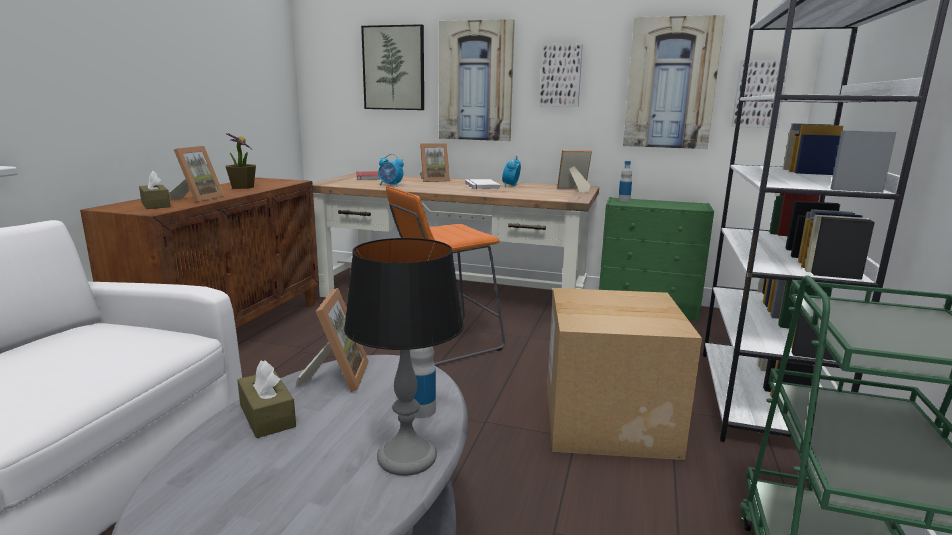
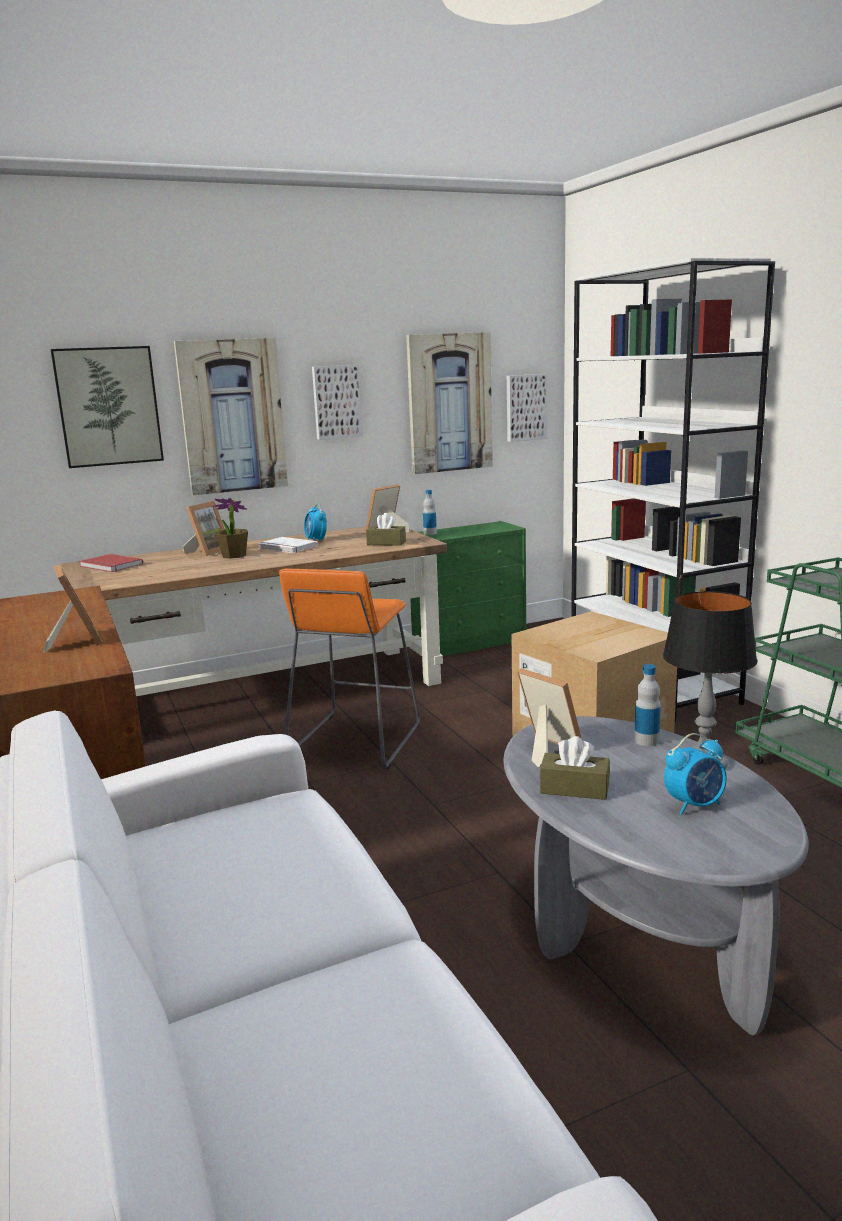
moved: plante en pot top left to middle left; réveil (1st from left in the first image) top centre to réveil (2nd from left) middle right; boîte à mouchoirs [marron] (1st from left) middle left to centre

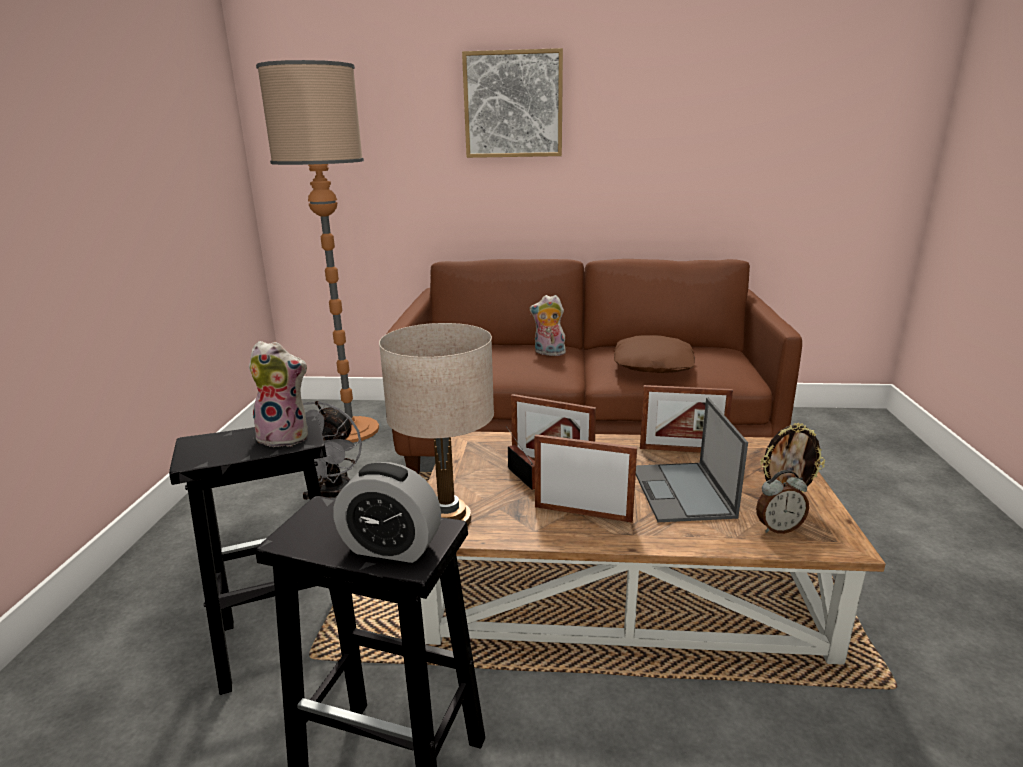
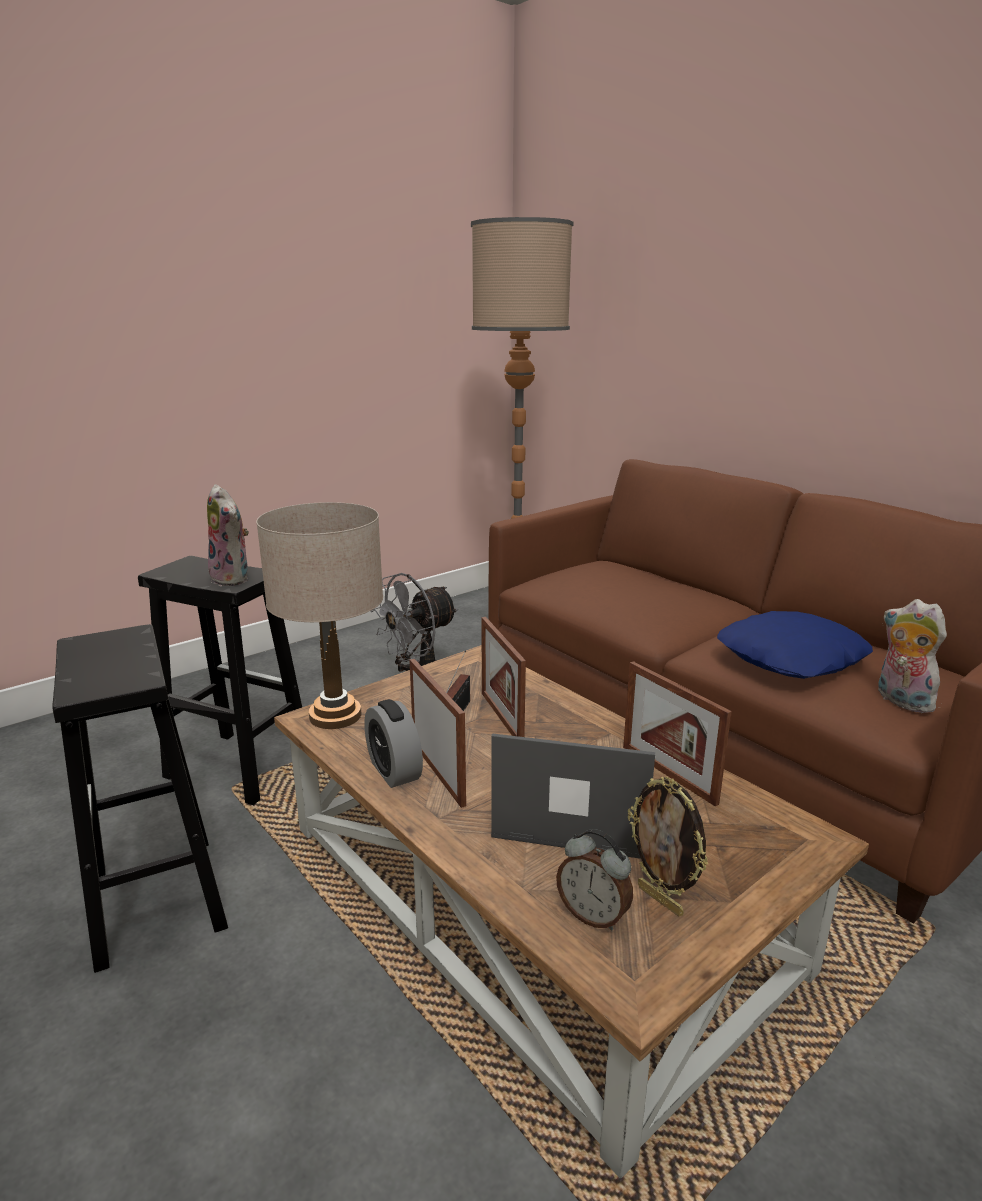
removed: tableau top centre
moved: peluche (2nd from left) centre to middle right; réveil (1st from left) bottom centre to centre
recoloured: coussin [marron] centre to coussin [bleu] middle right
turned: ordinateur portable middle right = centre 60 degrees clockwise

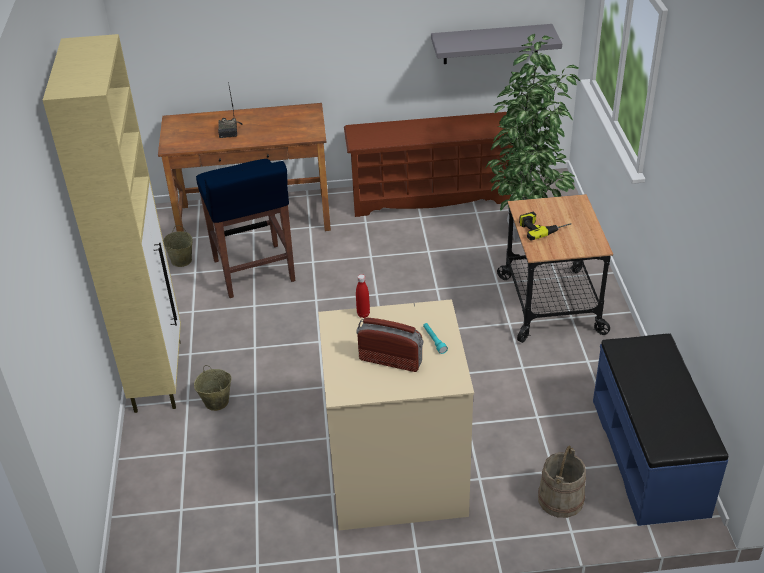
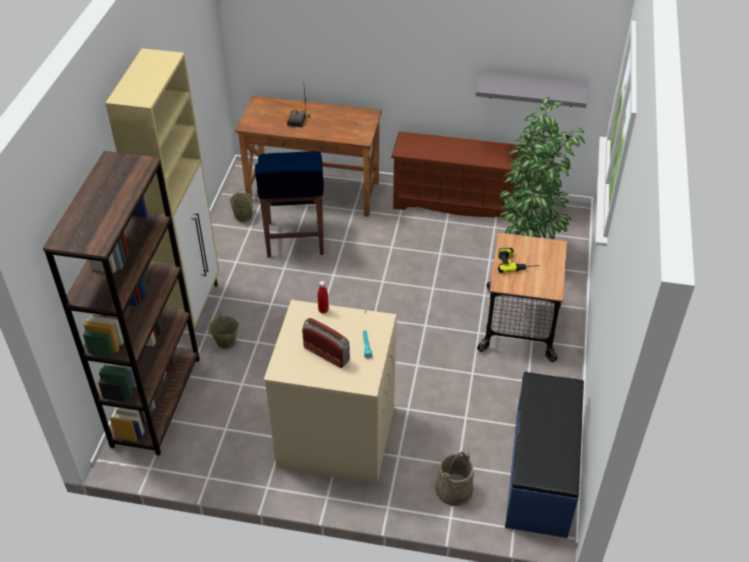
added: bibliothèque [marron] middle left

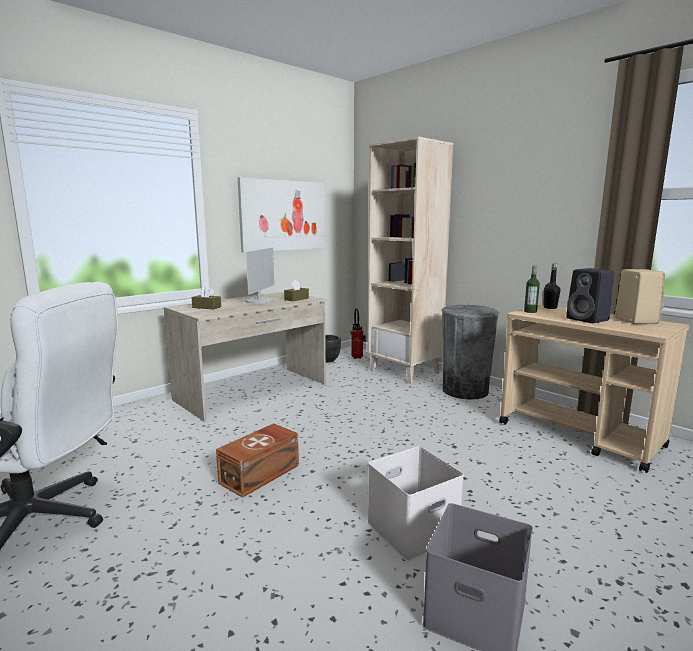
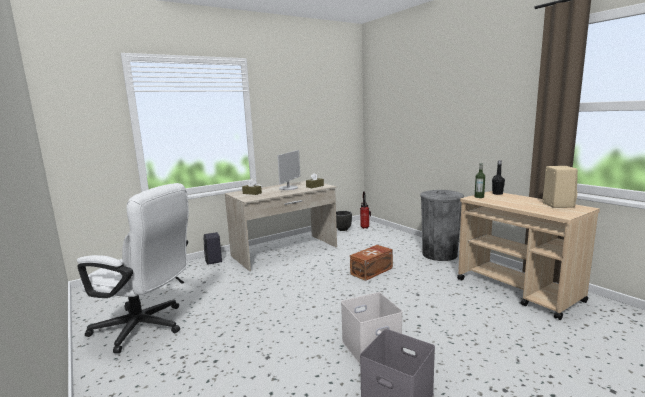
removed: bibliothèque [beige] centre; tableau top centre
moved: enceinte [noir] middle right to middle left; boîte de rangement [marron] bottom centre to centre

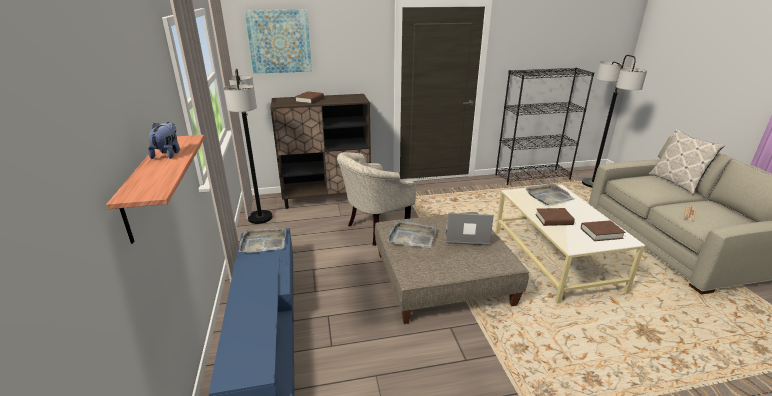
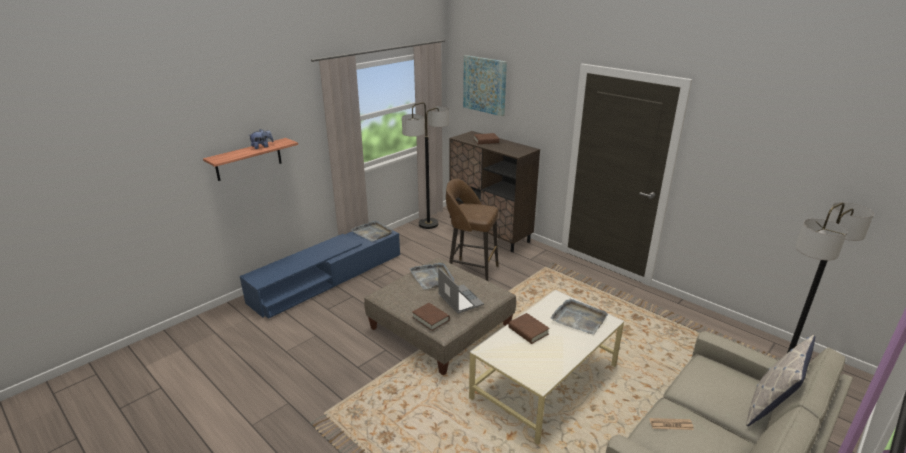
removed: bibliothèque [noir] top right
moved: livre [marron] (3rd from left in the first image) middle right to livre [marron] (1st from left) bottom centre
replaced: fauteuil [beige] centre to tabouret [marron] centre

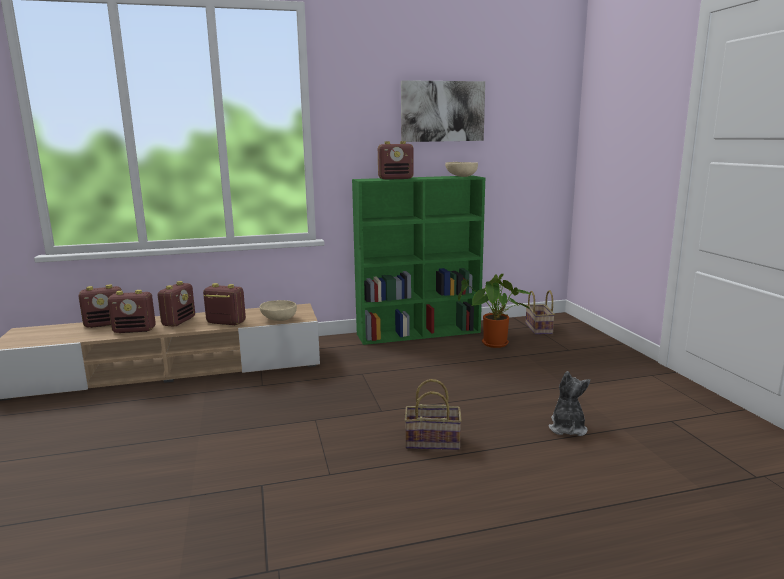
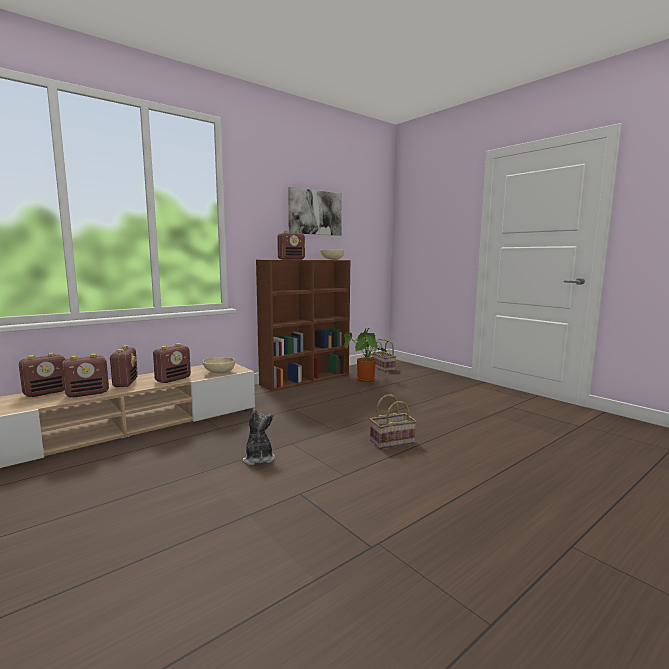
moved: peluche bottom right to centre
recoloured: bibliothèque [vert] centre to bibliothèque [marron] centre
turned: radio (4th from left) middle left = middle left 135 degrees clockwise

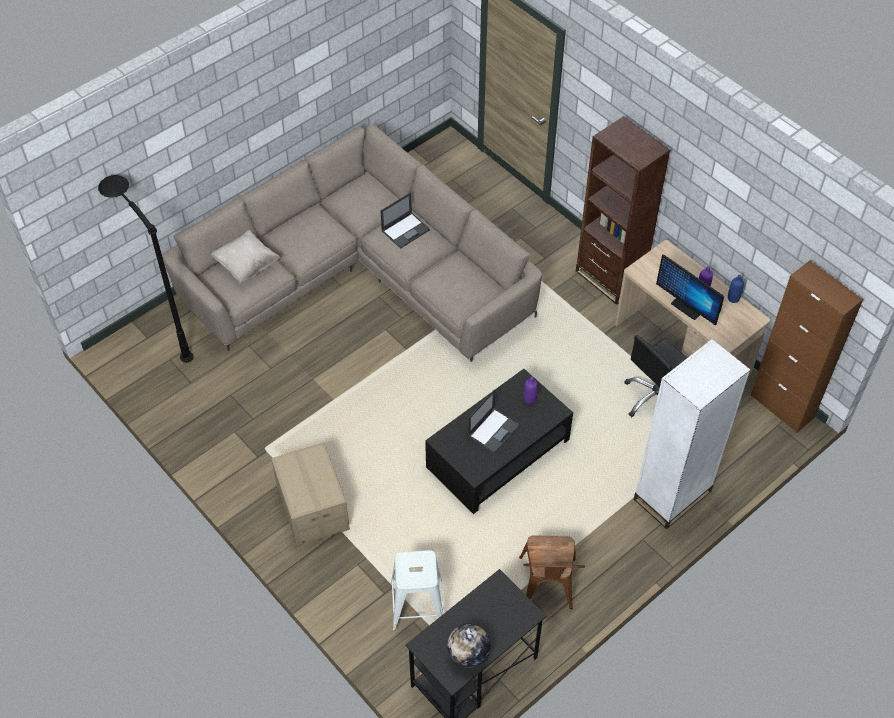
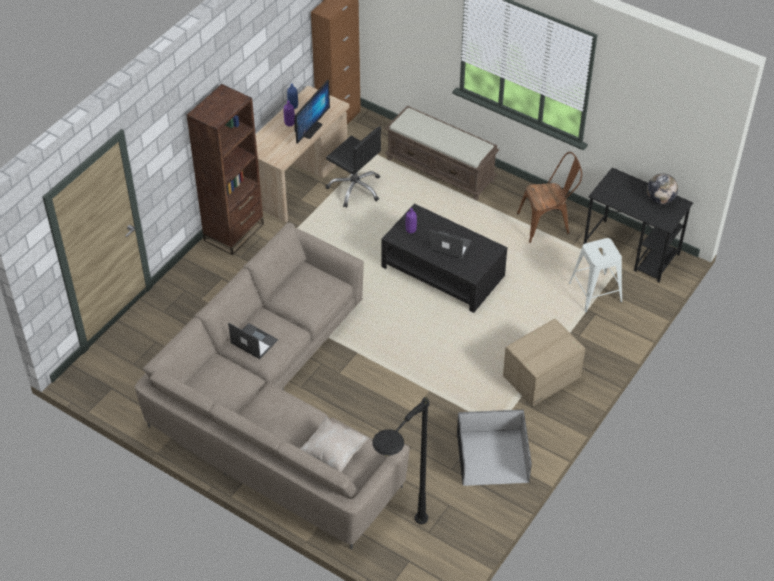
added: boîte de rangement [noir] bottom centre
replaced: bibliothèque [blanc] middle right to banc [marron] top centre

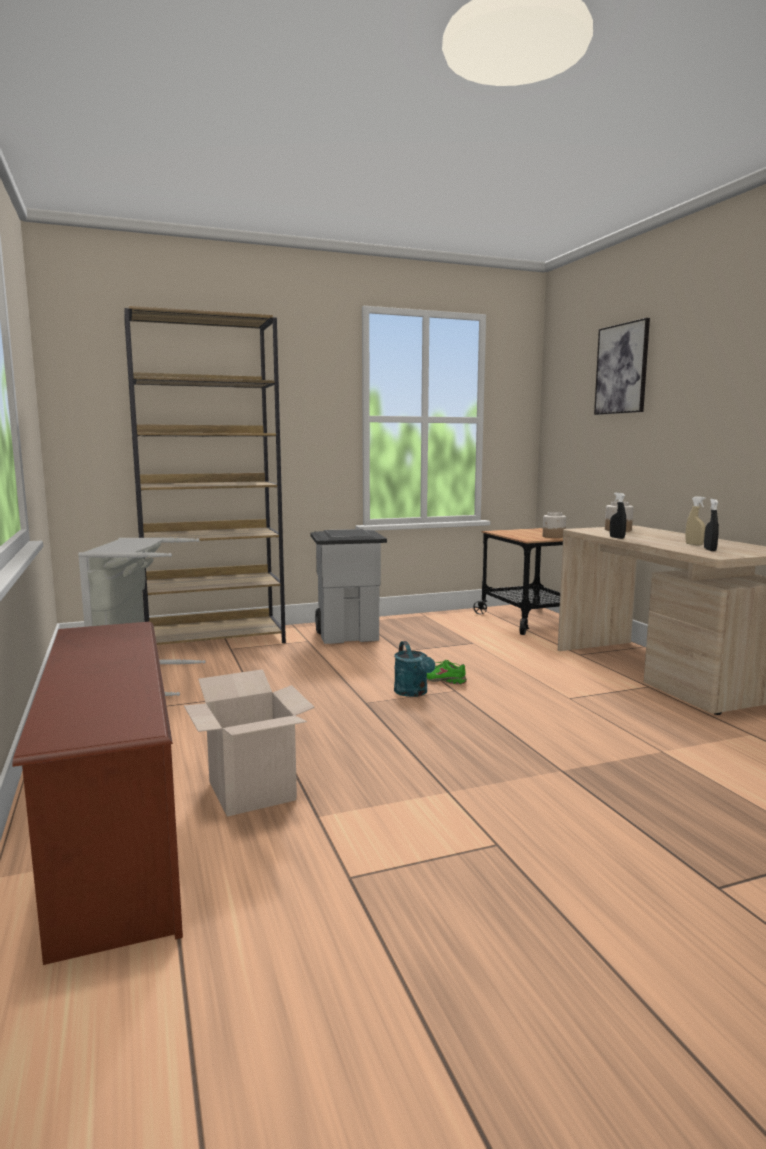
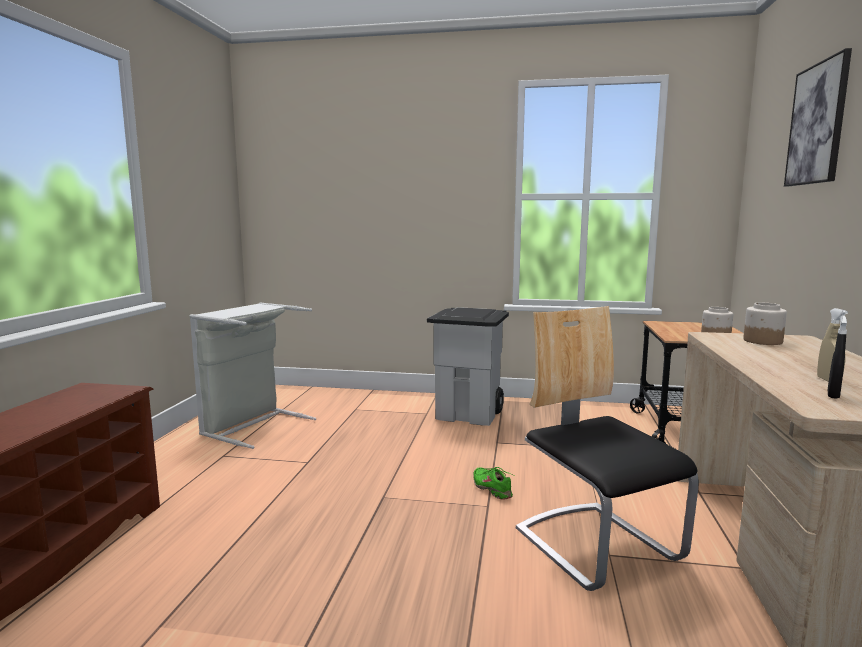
removed: bibliothèque [marron] middle left; vaporisateur [noir] (1st from left) middle right; arrosoir [turquoise] centre; carton middle left
added: chaise bottom right

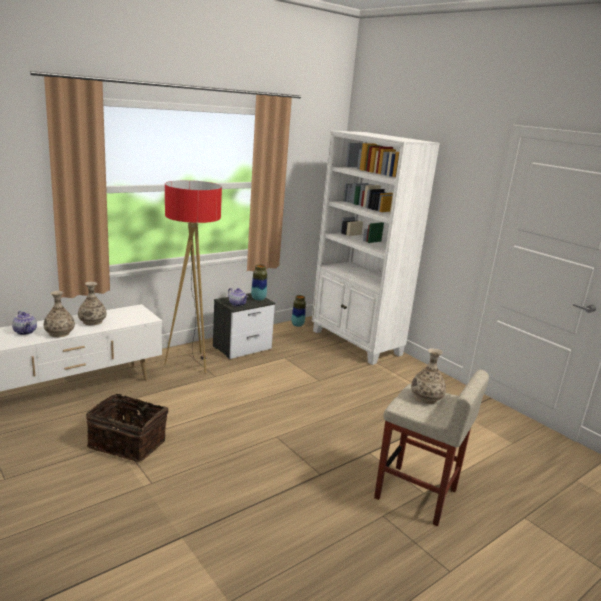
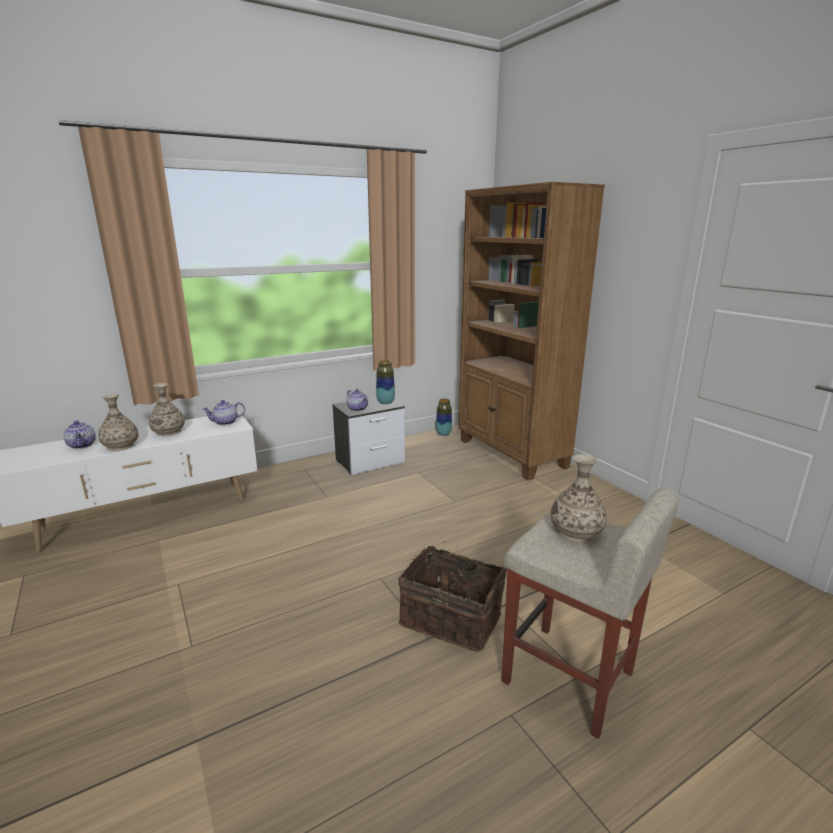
removed: lampadaire middle left
added: théière (2nd from left) middle left
moved: panier bottom left to bottom centre
recoloured: bibliothèque [blanc] centre to bibliothèque [marron] centre

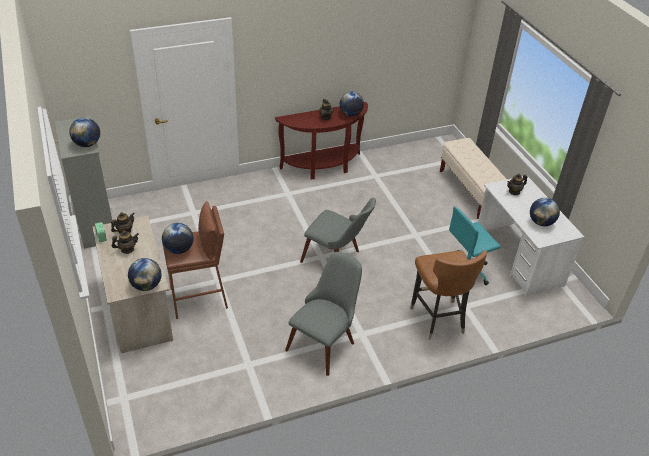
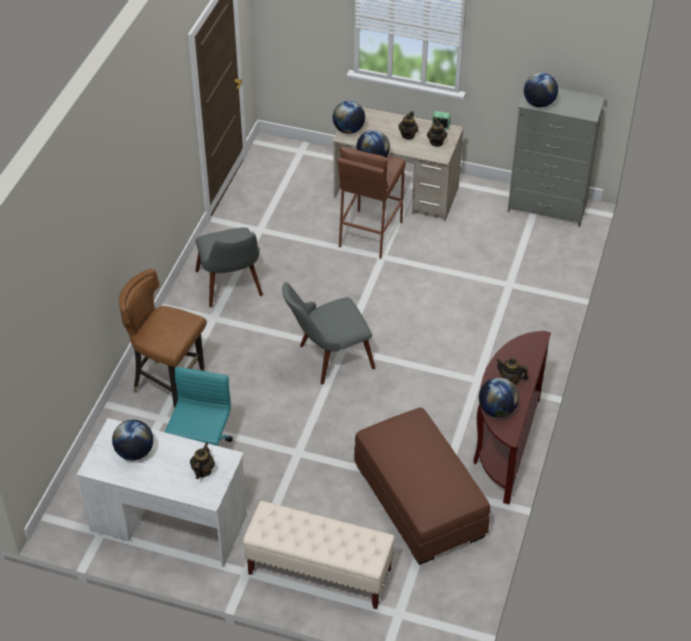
added: pouf [marron] bottom centre

